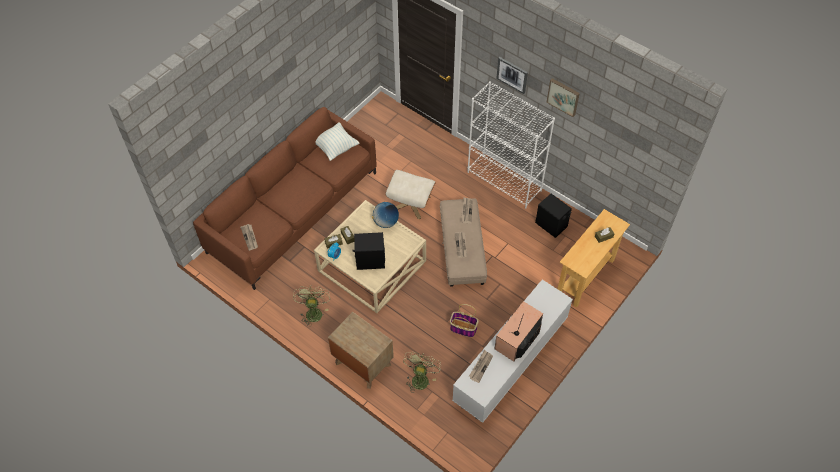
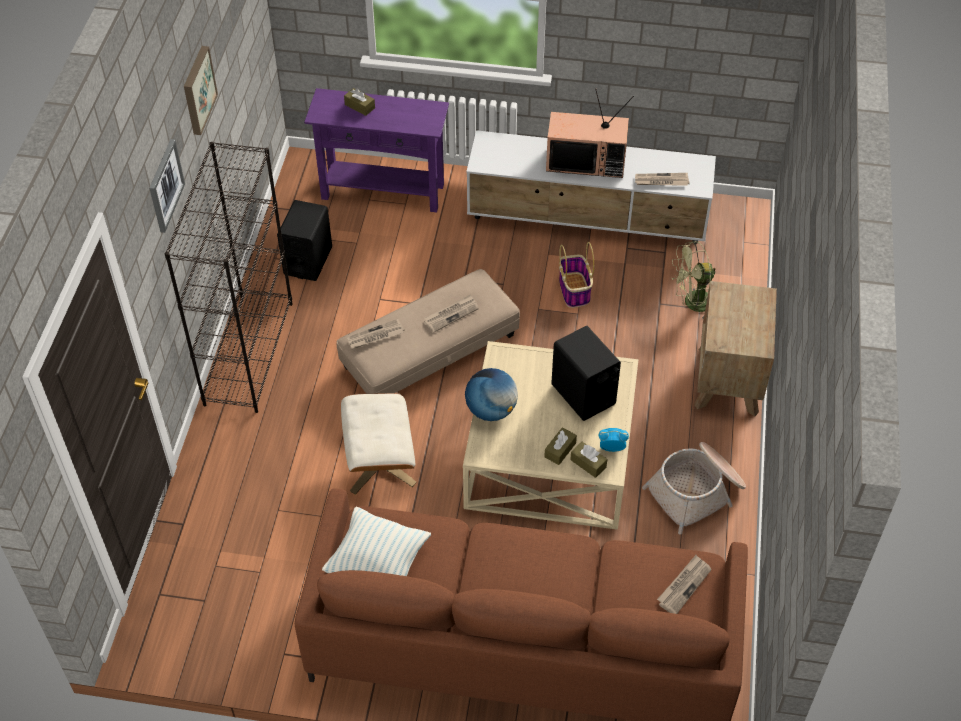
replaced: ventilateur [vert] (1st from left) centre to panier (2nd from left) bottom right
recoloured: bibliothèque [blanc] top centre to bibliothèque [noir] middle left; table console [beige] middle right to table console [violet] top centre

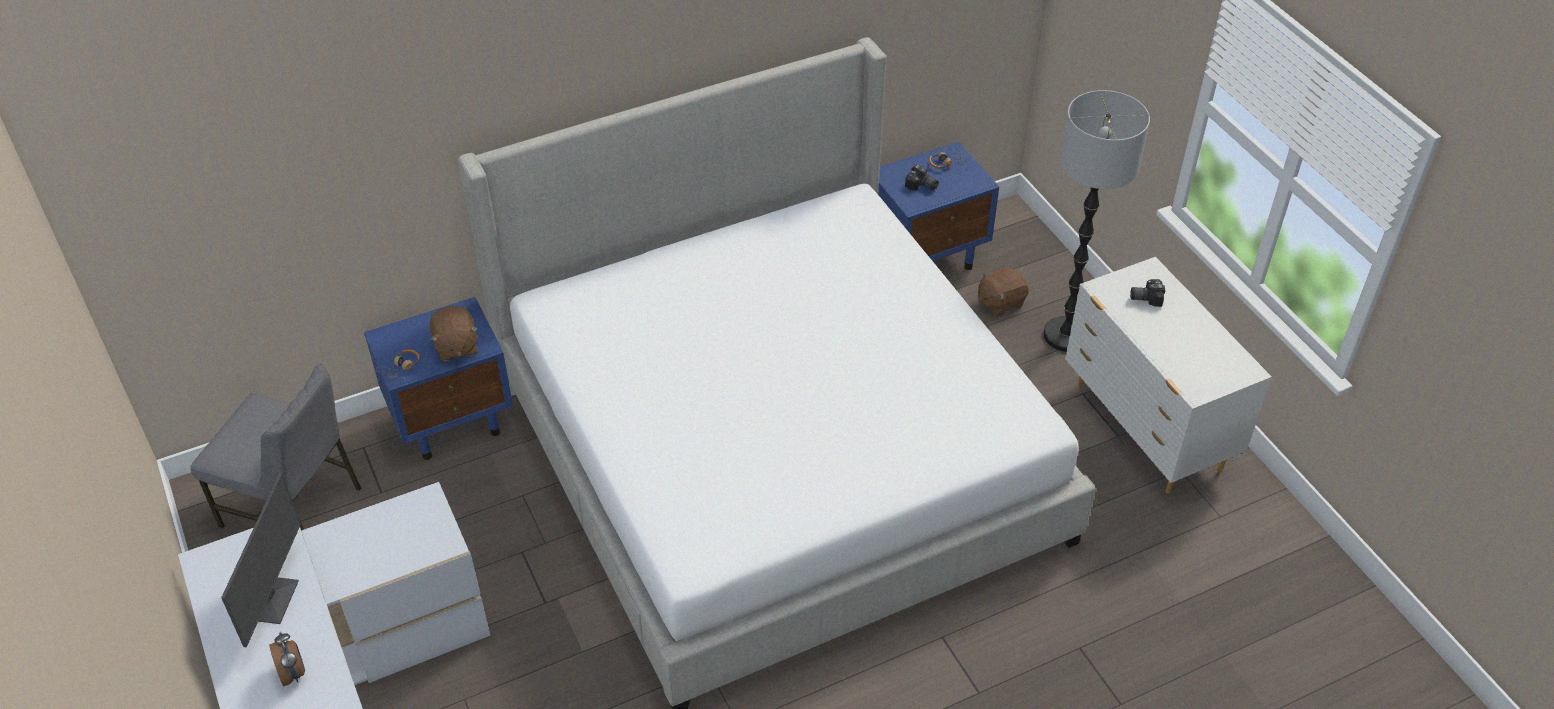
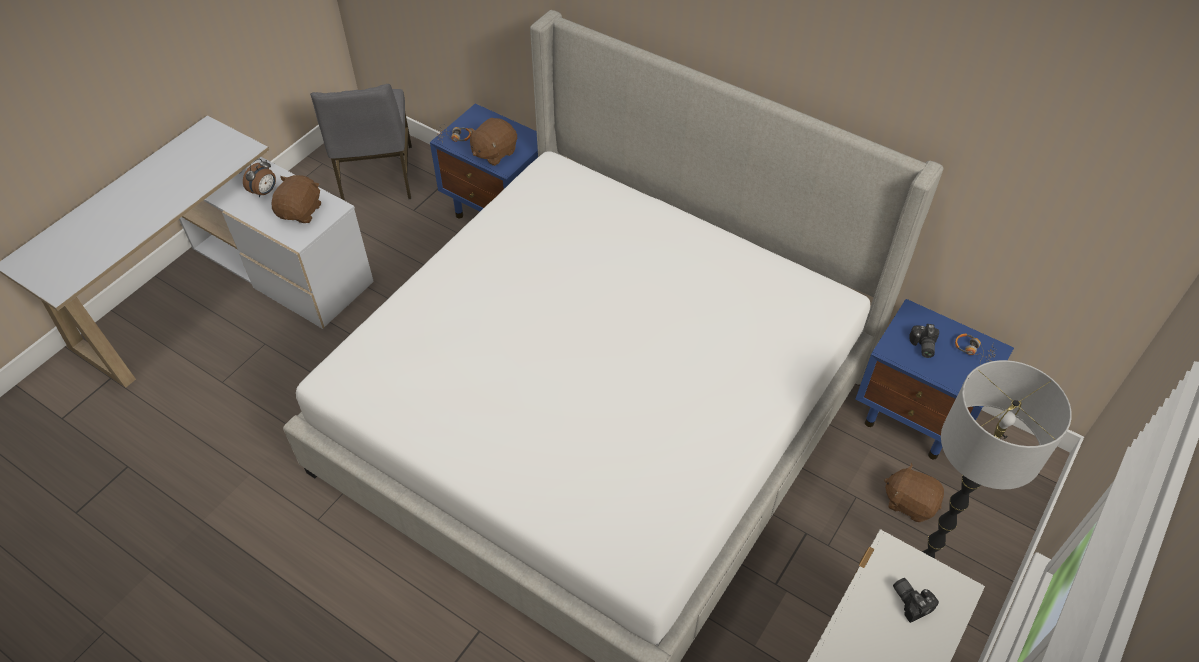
removed: écran d'ordinateur bottom left
added: peluche [marron] (1st from left) top left
moved: réveil bottom left to top left

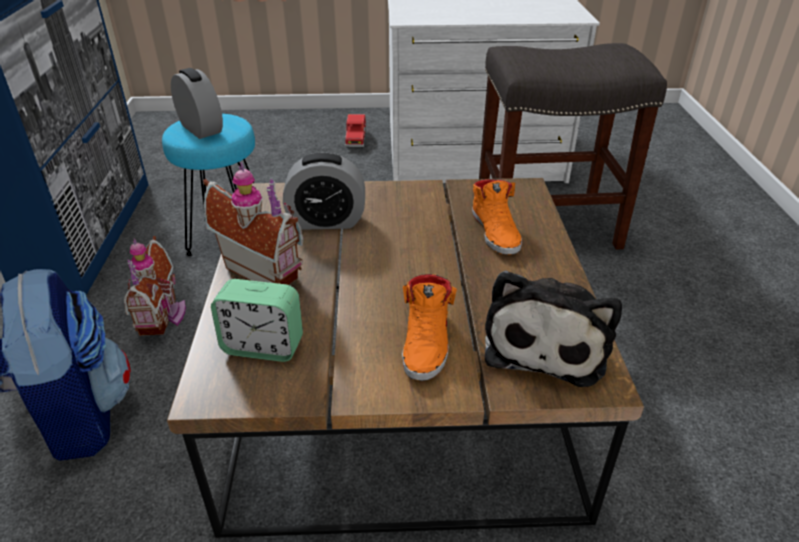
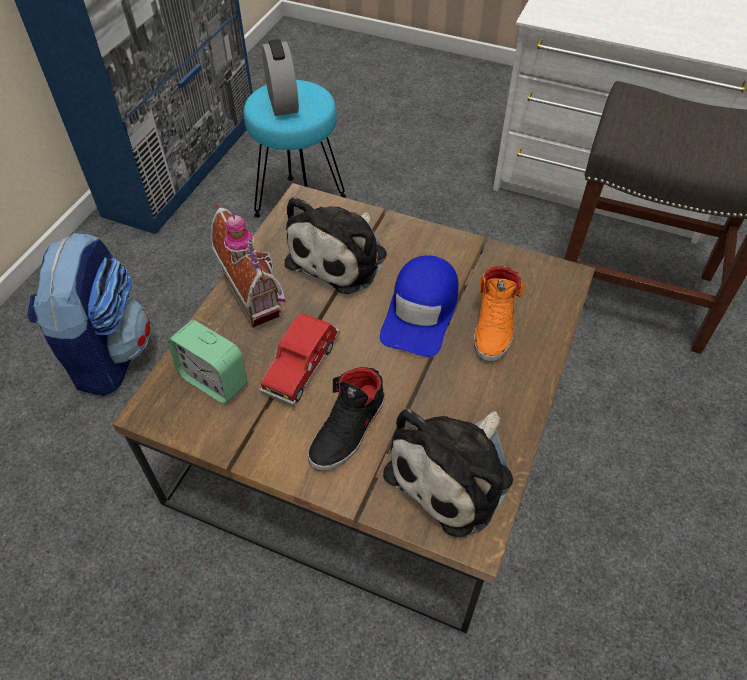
removed: maison miniature (1st from left) middle left
added: casquette [bleu] centre
moved: petite voiture [rouge] top centre to centre
replaced: réveil (3rd from left) centre to peluche (1st from left) centre
recoloured: chaussure [orange] (1st from left) centre to chaussure [noir] centre

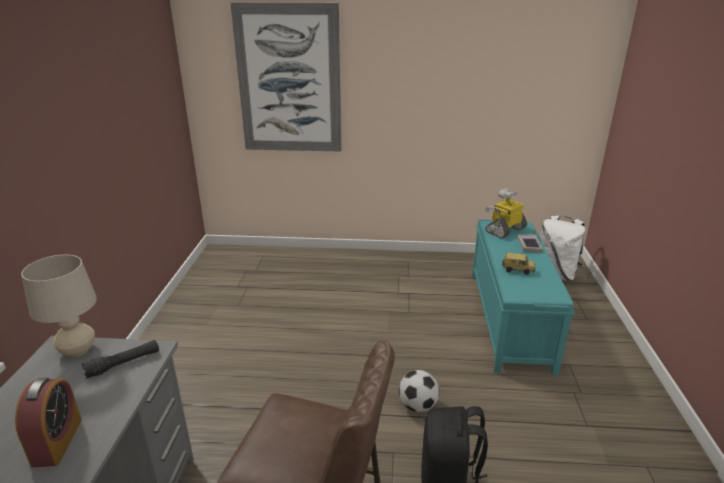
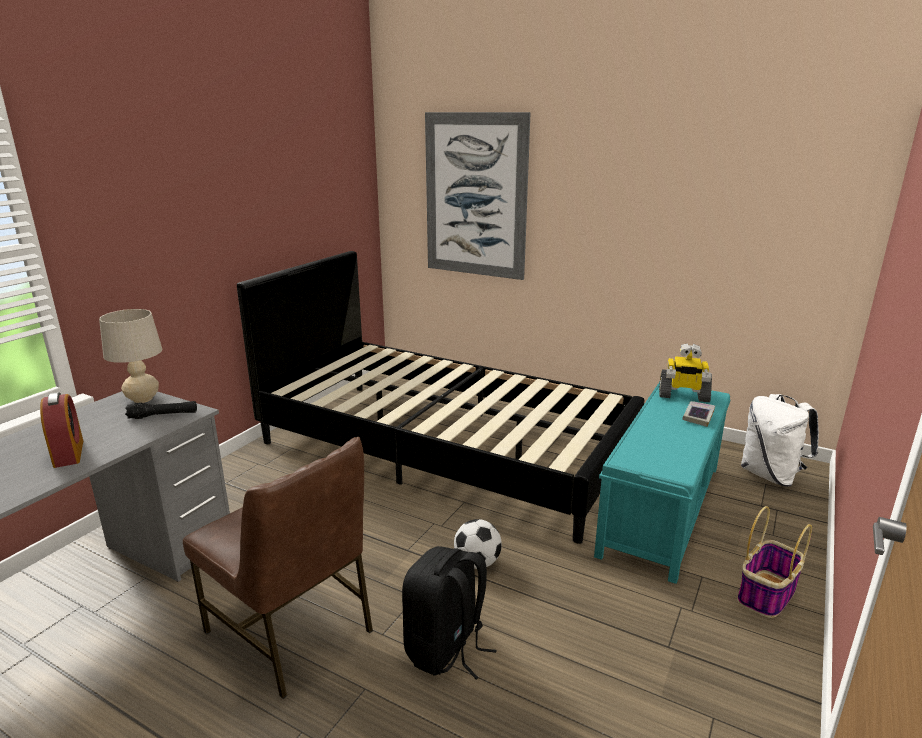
removed: petite voiture middle right
added: lit [noir] centre; panier bottom right
turned: robot jouet middle right = middle right 150 degrees counterclockwise; réveil bottom left = middle left 45 degrees counterclockwise

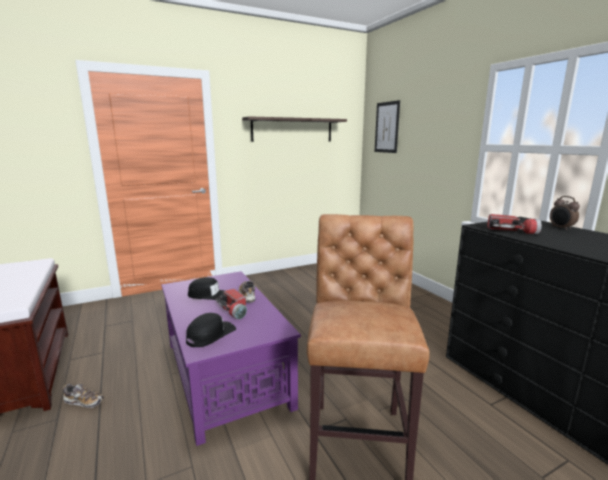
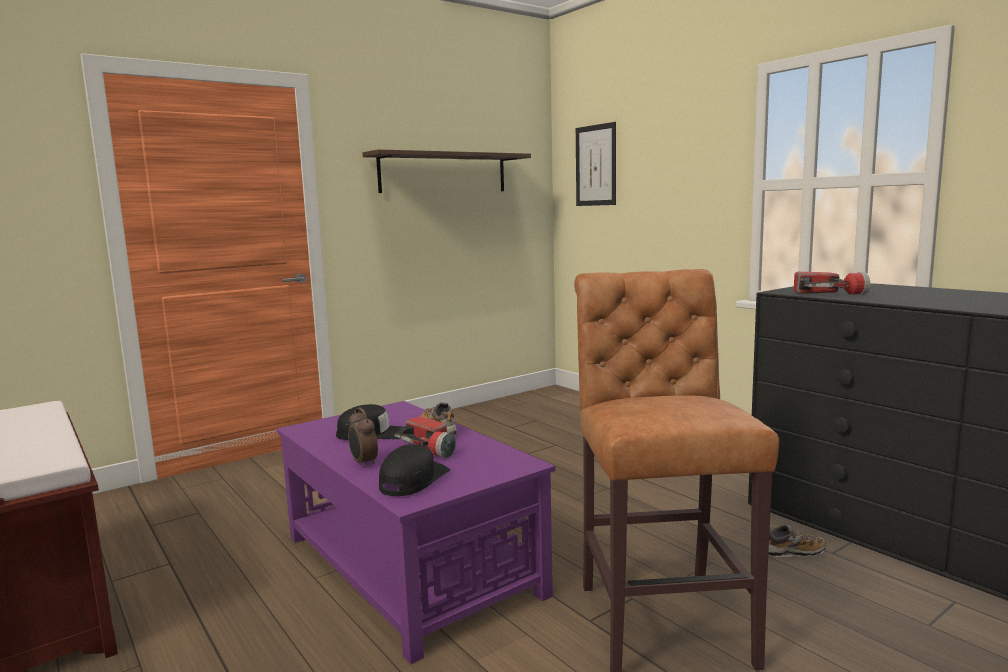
moved: réveil middle right to centre; chaussure (1st from left in the first image) bottom left to chaussure (2nd from left) bottom right

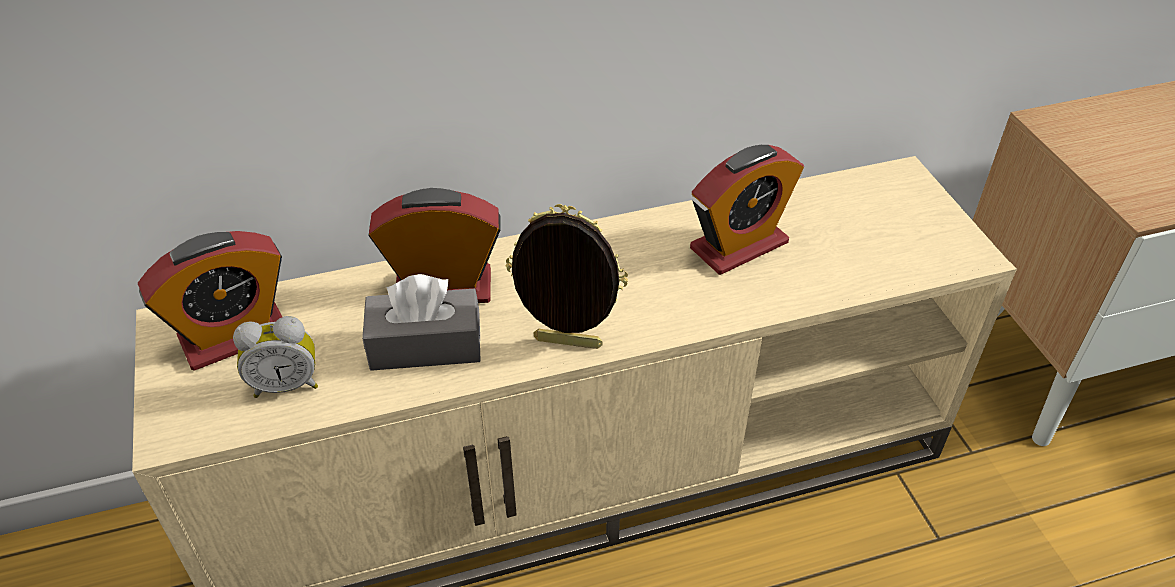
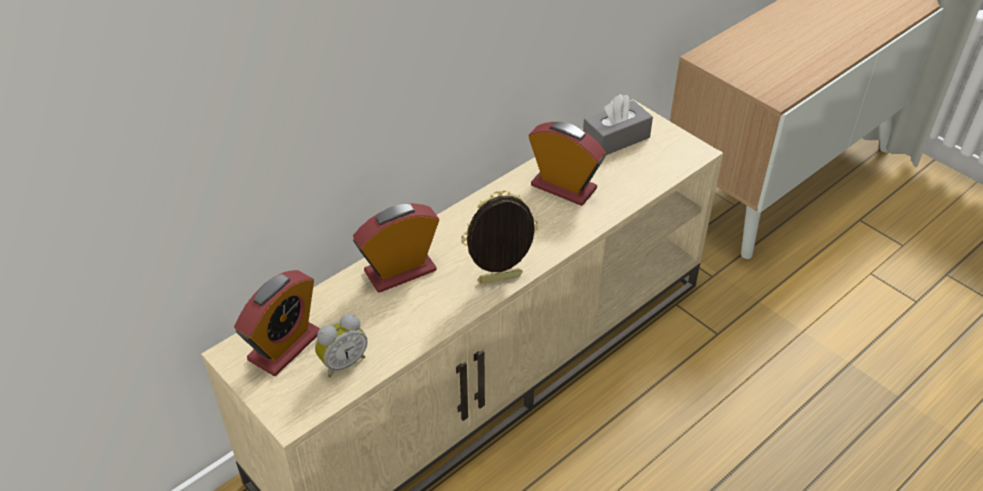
moved: boîte à mouchoirs [gris] centre to top centre
turned: réveil (4th from left) centre = centre 90 degrees counterclockwise

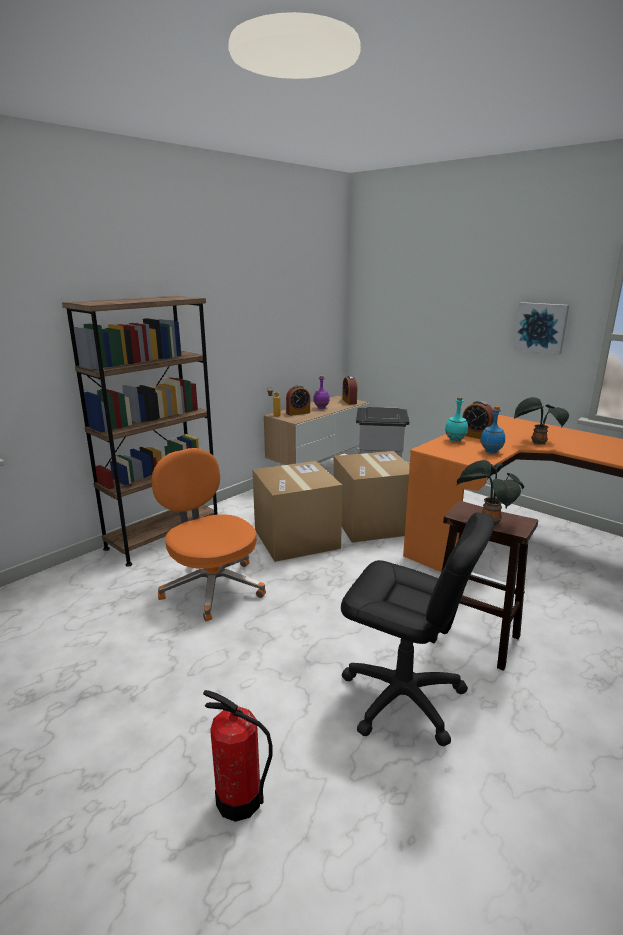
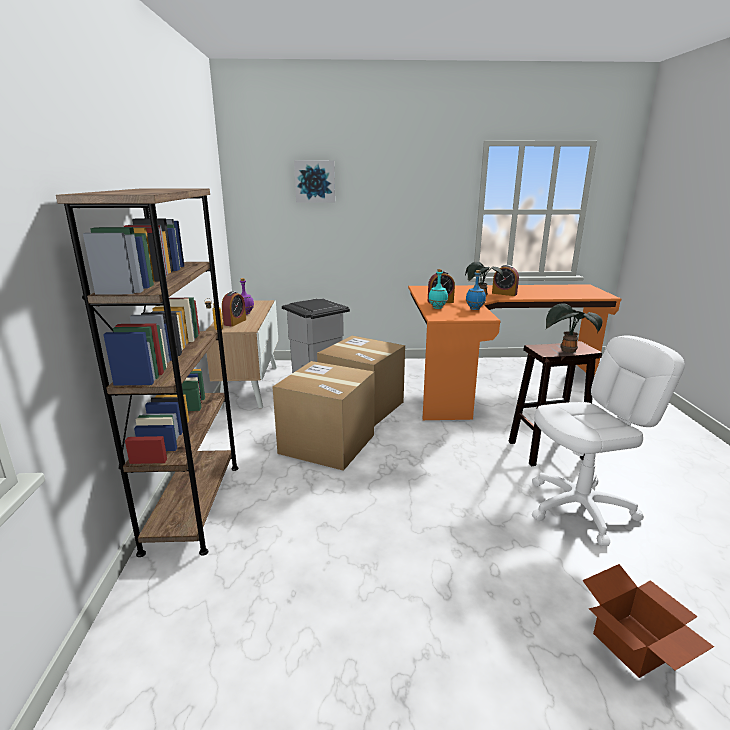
removed: chaise de bureau [orange] centre
moved: tableau middle right to top centre; réveil (2nd from left in the first image) centre to réveil (3rd from left) middle right
replaced: extincteur bottom centre to carton (3rd from left) bottom right
recoloured: chaise de bureau [noir] bottom right to chaise de bureau [blanc] middle right

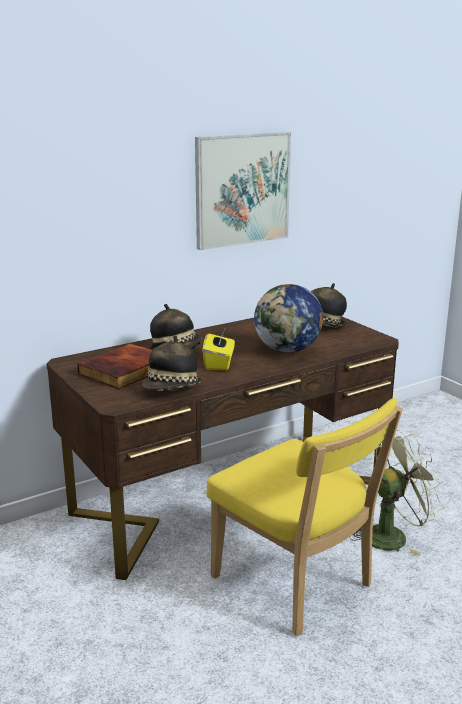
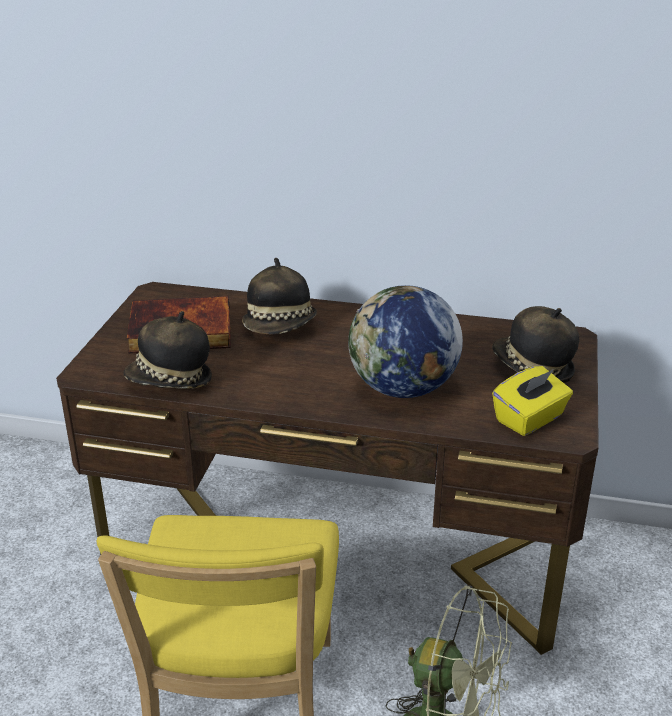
removed: tableau top centre
moved: boîte à mouchoirs [jaune] centre to middle right

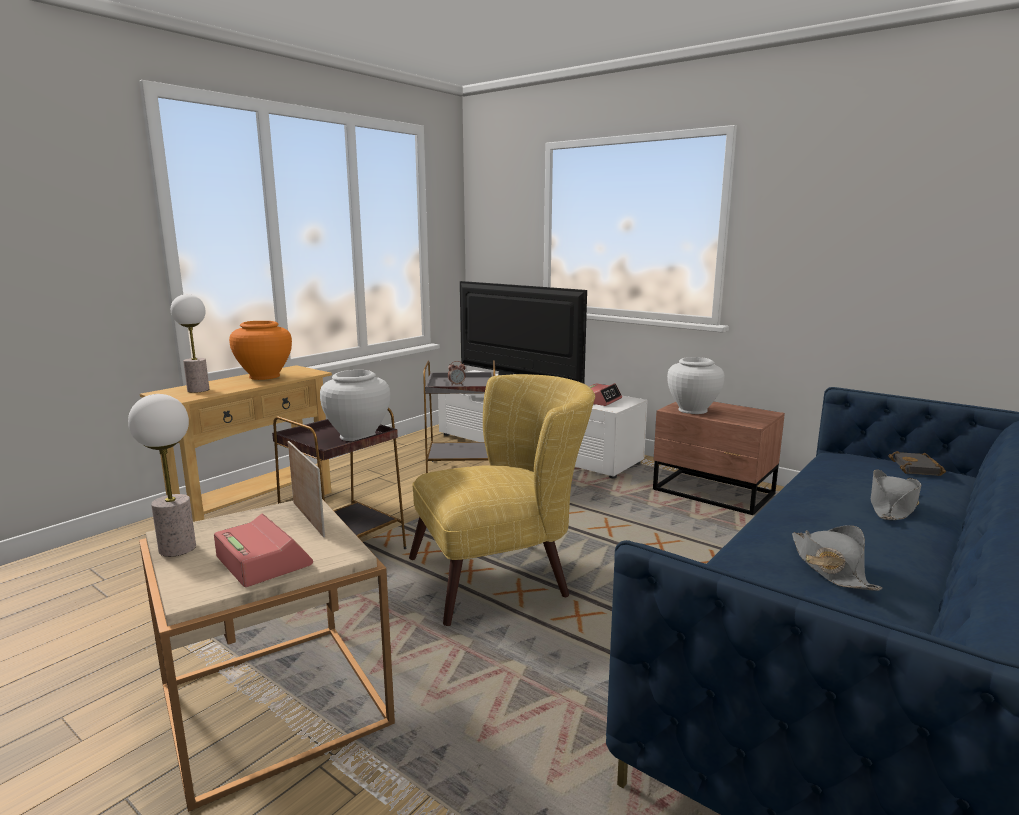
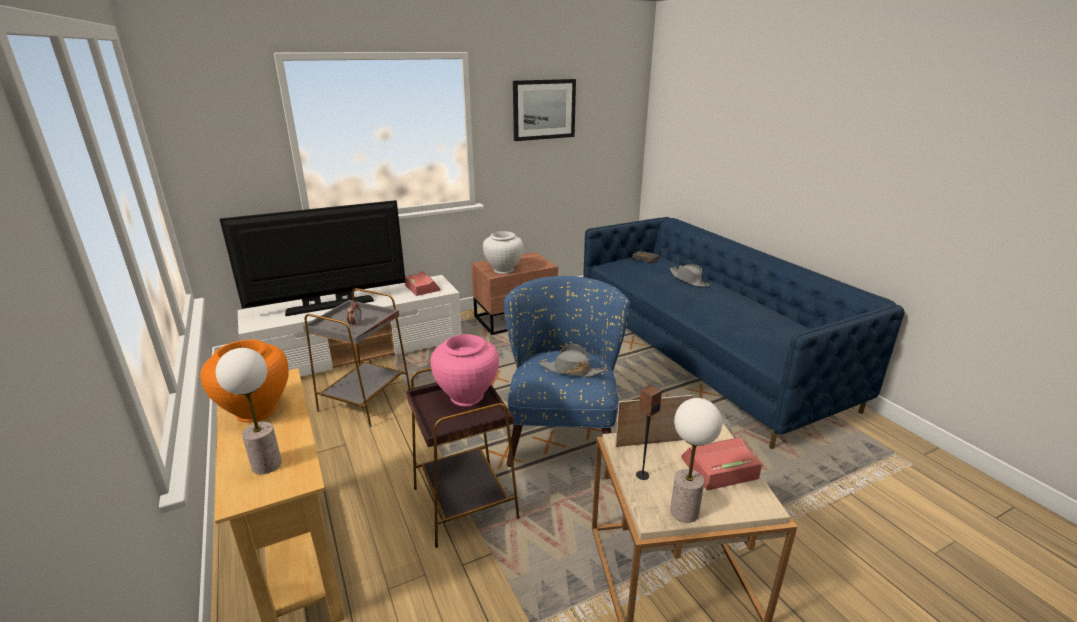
added: tableau top centre; enceinte bottom centre
moved: chapeau [gris] (1st from left) bottom right to centre
recoloured: vase [blanc] (1st from left) centre to vase [rose] centre; fauteuil [jaune] centre to fauteuil [bleu] centre

